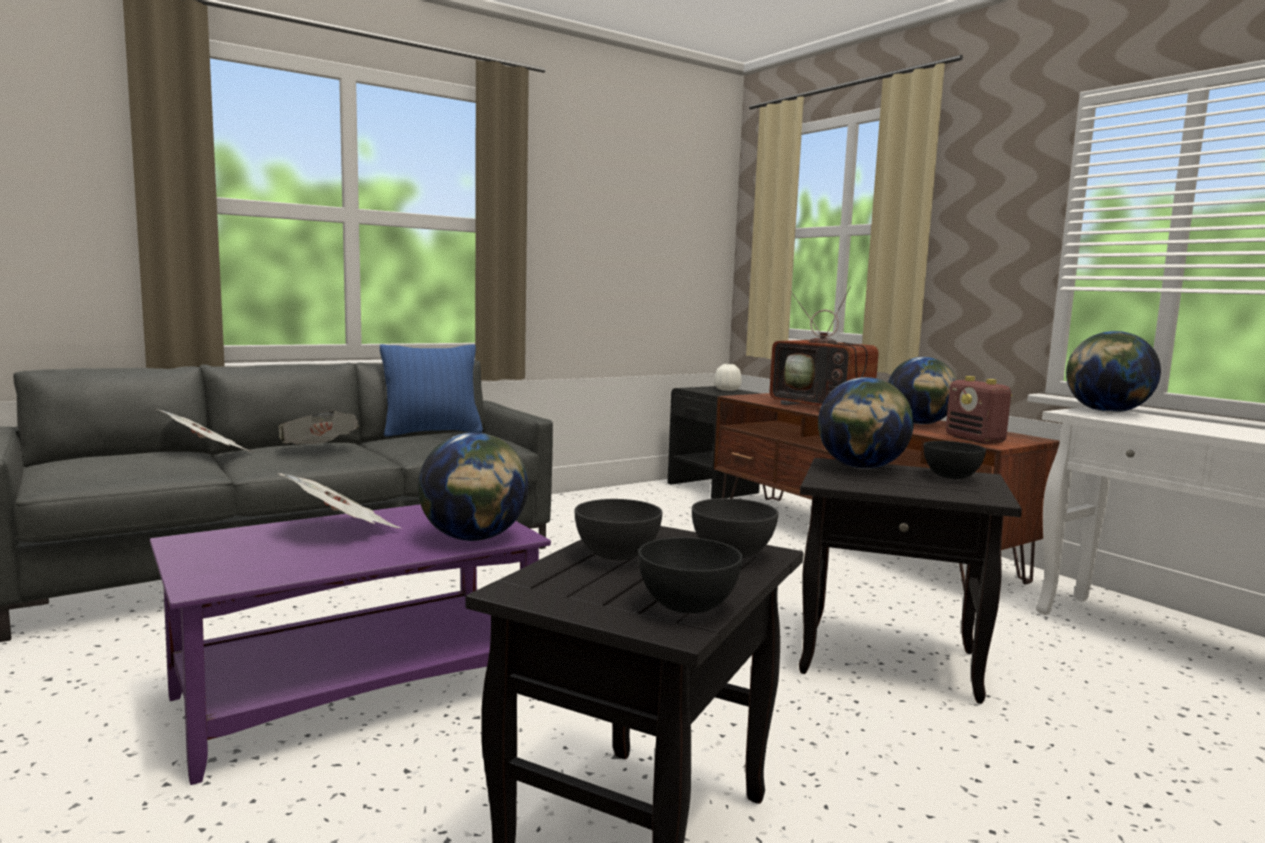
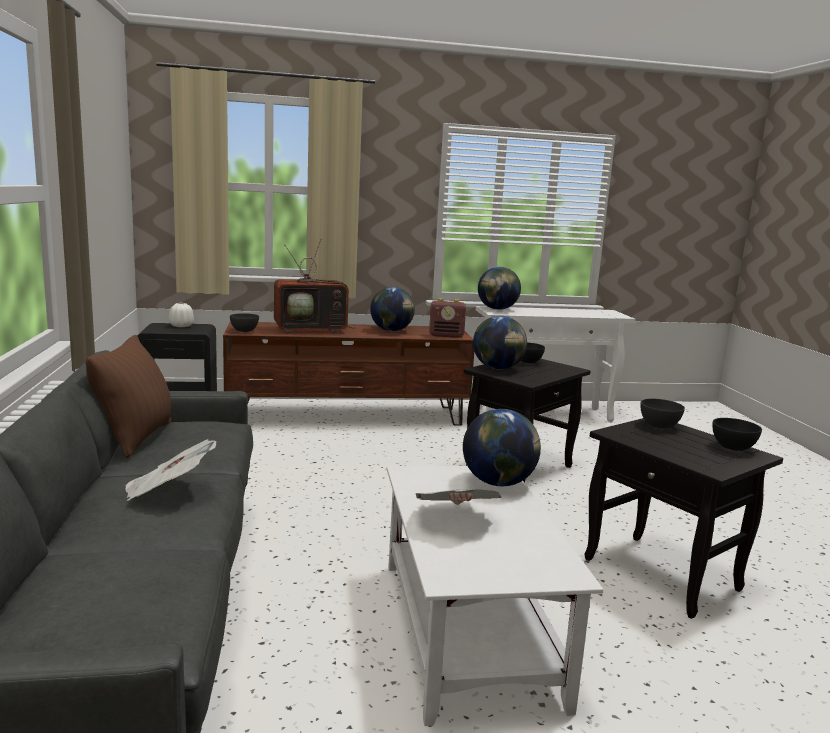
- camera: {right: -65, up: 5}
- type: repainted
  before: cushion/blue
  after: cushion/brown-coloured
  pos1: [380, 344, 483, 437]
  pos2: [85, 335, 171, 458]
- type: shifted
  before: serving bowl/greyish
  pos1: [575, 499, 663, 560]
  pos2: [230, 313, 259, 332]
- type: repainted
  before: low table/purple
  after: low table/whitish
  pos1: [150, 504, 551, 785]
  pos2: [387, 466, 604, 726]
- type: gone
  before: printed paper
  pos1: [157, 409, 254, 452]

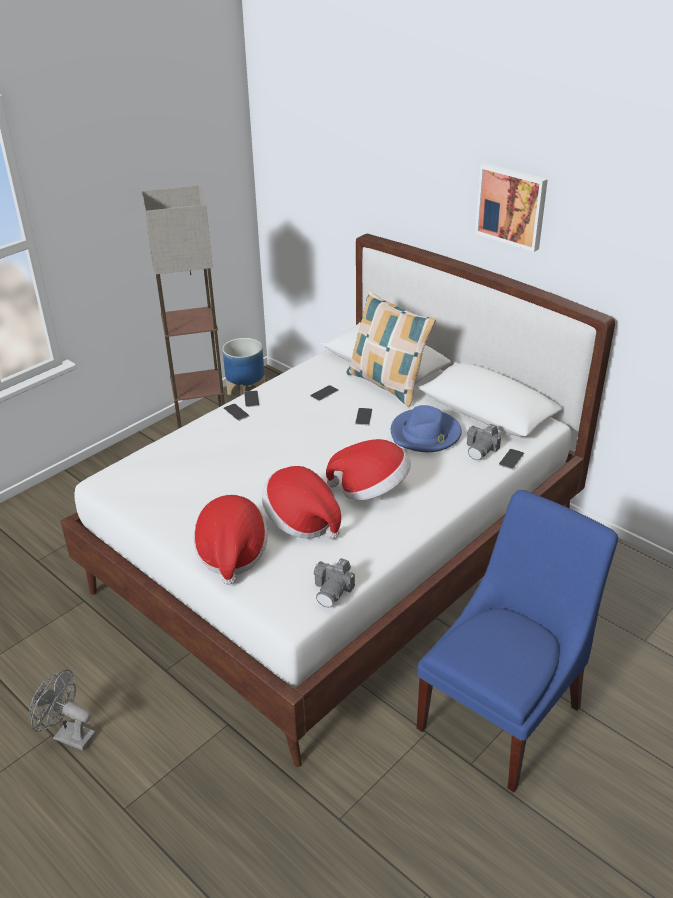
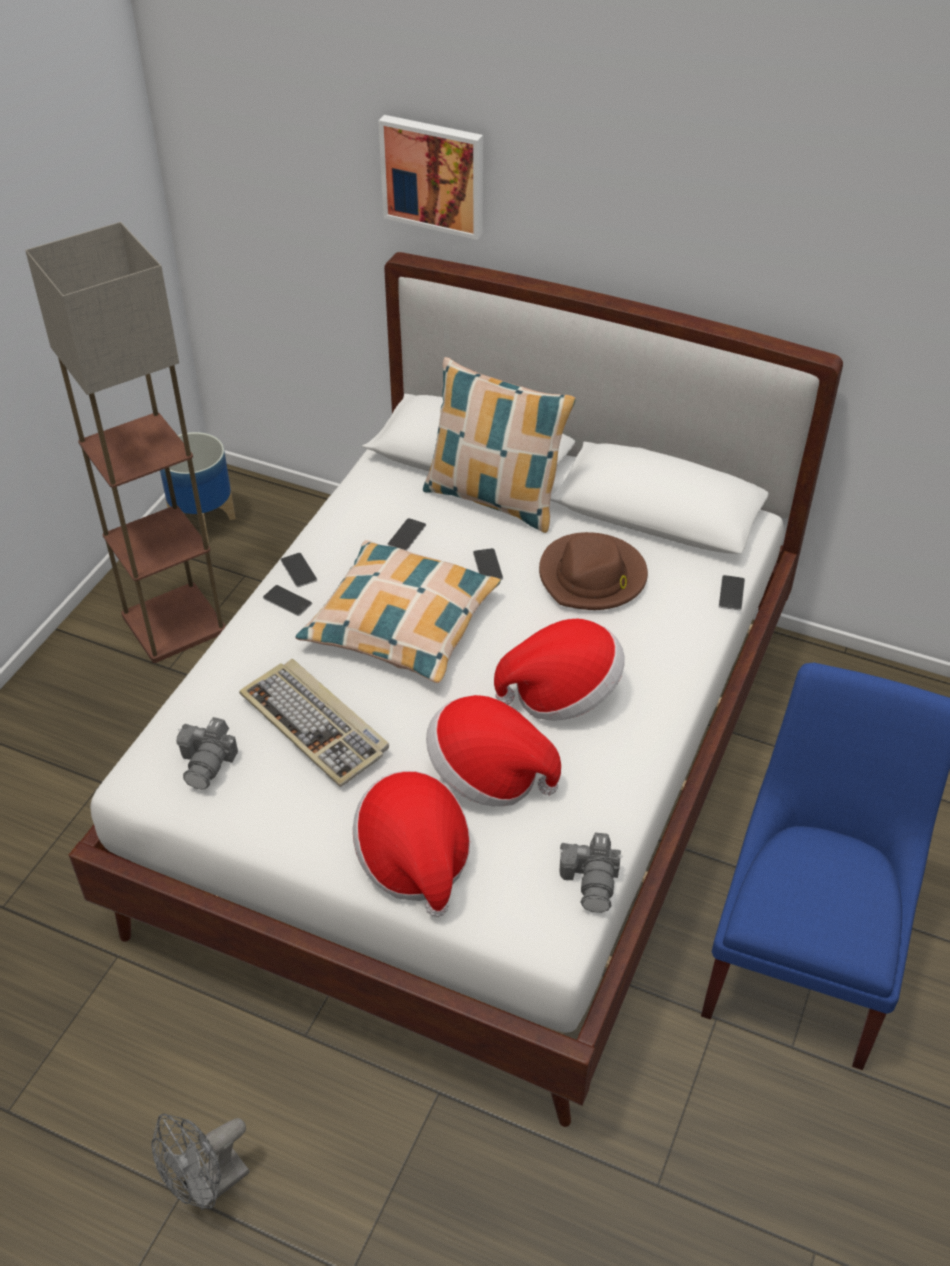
- camera: {right: -20, up: 10}
- type: rotated
  before: electric fan/greyish
  pos1: [29, 669, 96, 751]
  pos2: [151, 1114, 250, 1210]
  turn: -45
- type: shifted
  before: photo camera
  pos1: [467, 424, 501, 460]
  pos2: [177, 717, 238, 790]
- type: new
  after: PC keyboard
  pos2: [239, 659, 389, 787]
- type: new
  after: cushion
  pos2: [295, 540, 501, 683]
- type: shifted
  before: wall picture
  pos1: [475, 163, 548, 252]
  pos2: [378, 115, 483, 240]
- type: repainted
  before: wearable hat/blue
  after: wearable hat/brown-coloured
  pos1: [391, 405, 462, 452]
  pos2: [539, 532, 648, 610]

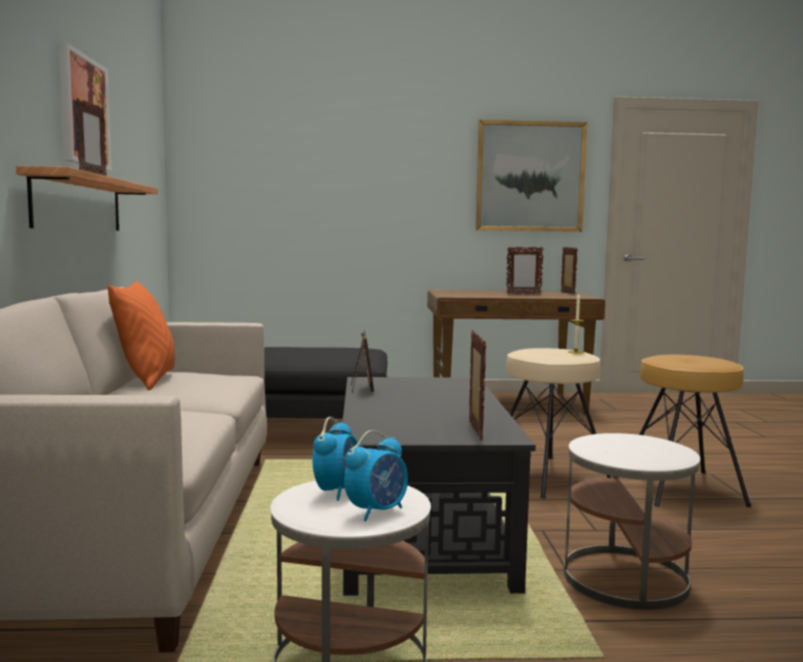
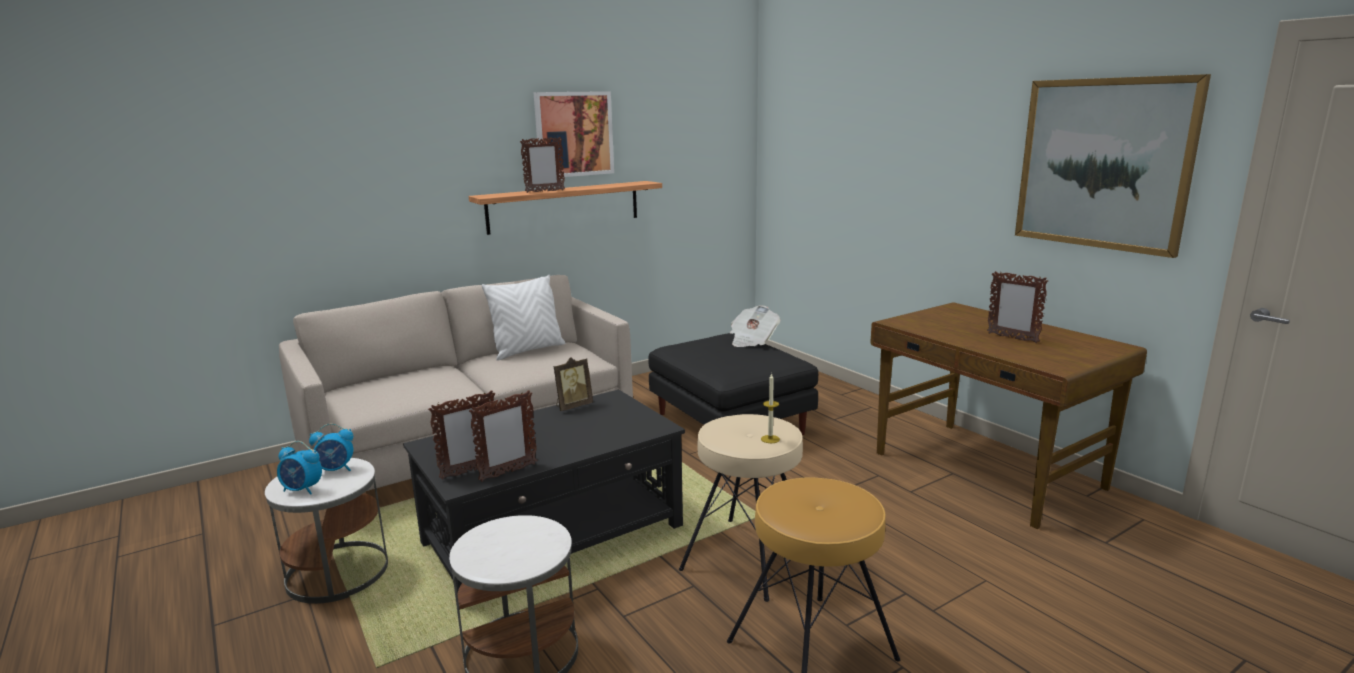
- camera: {right: 60, up: 10}
- type: shifted
  before: picture frame
  pos1: [561, 247, 578, 295]
  pos2: [469, 390, 538, 482]
- type: repainted
  before: cushion/orange-coloured
  after: cushion/whitish
  pos1: [108, 280, 175, 390]
  pos2: [481, 275, 565, 361]
- type: new
  after: printed paper
  pos2: [730, 305, 780, 347]

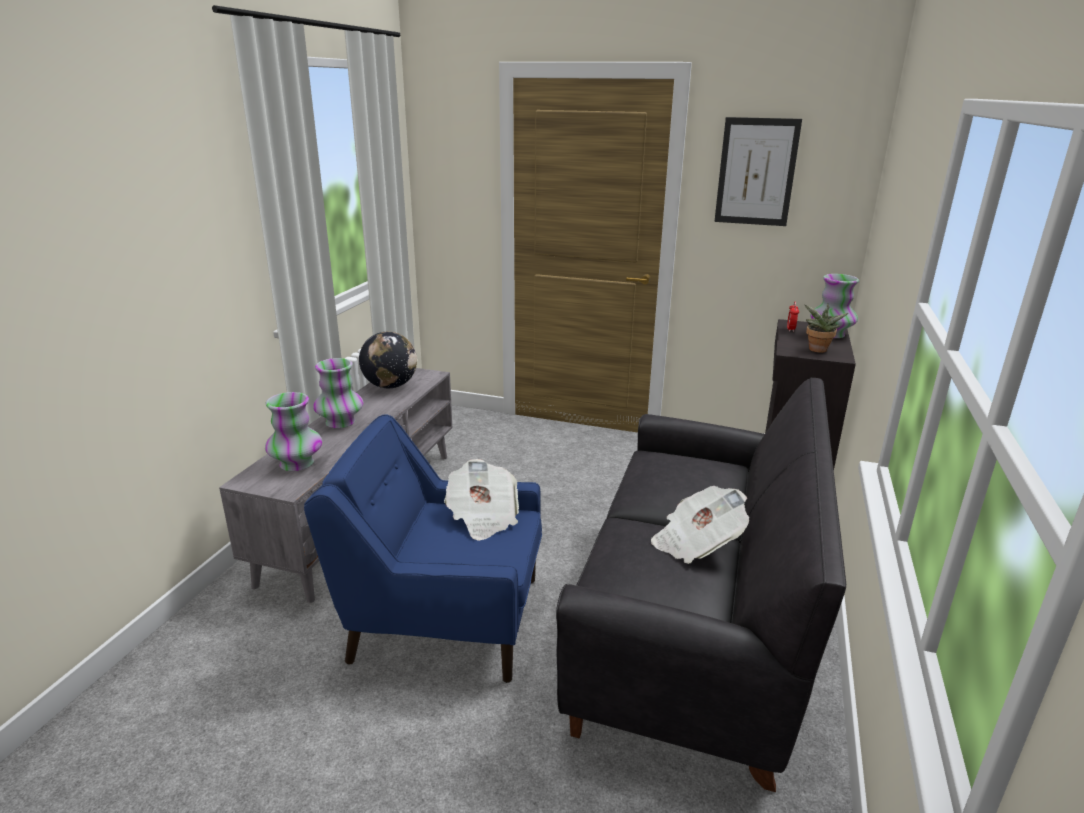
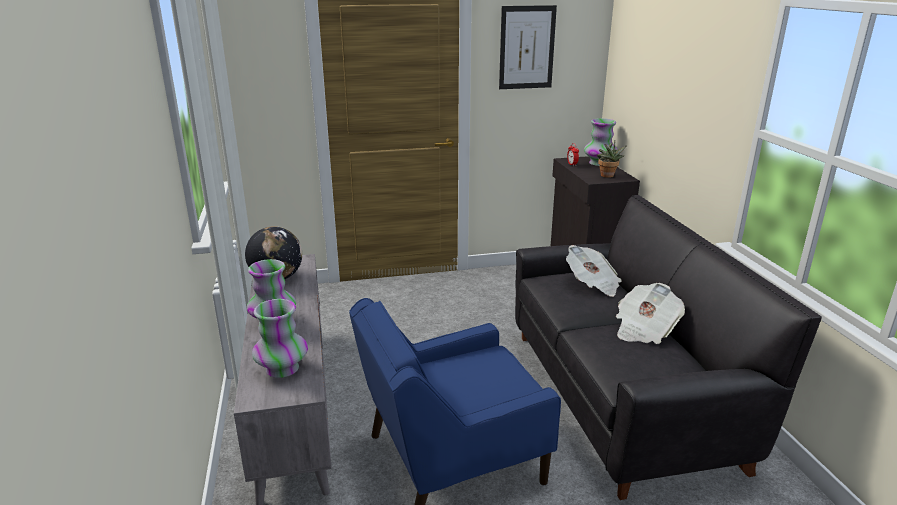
- camera: {right: -30, up: 0}
- type: shifted
  before: printed paper
  pos1: [444, 459, 519, 541]
  pos2: [566, 245, 622, 297]

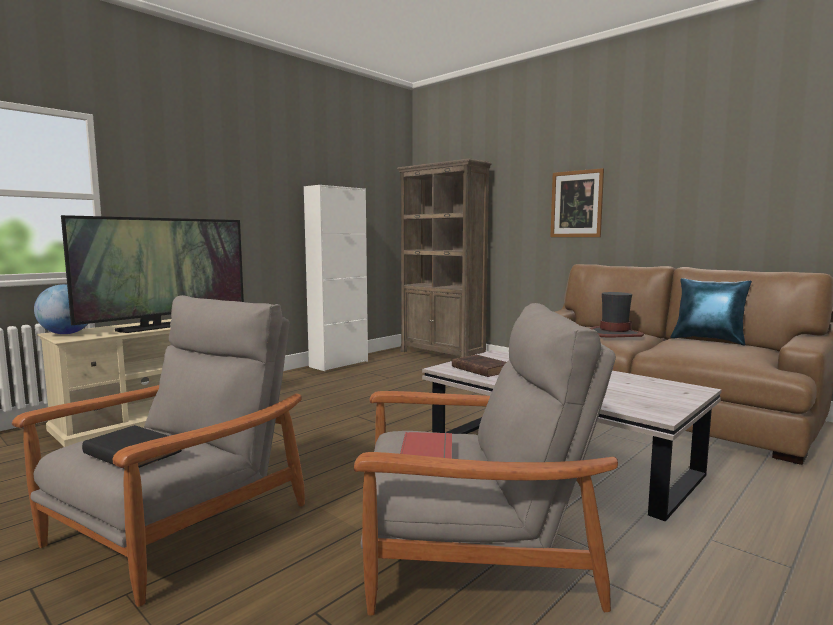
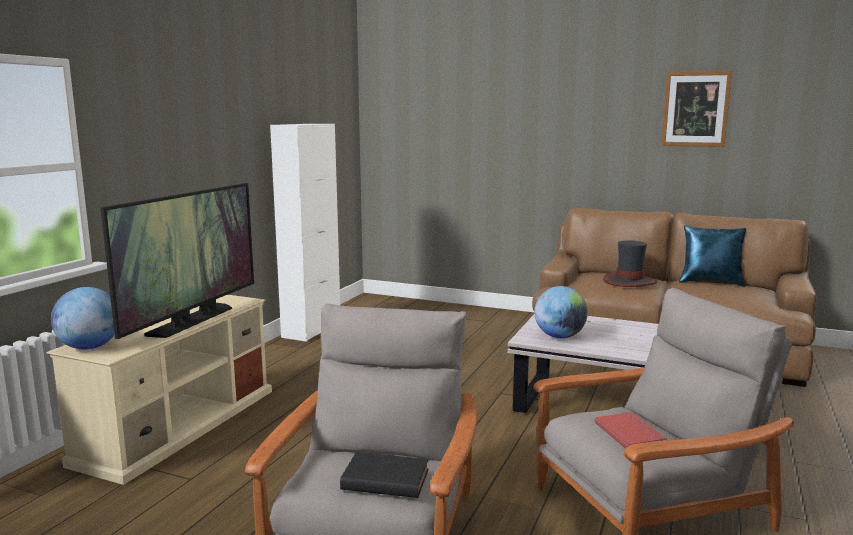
- camera: {right: -20, up: 5}
- type: swapped
  before: bound book/brown-coloured
  after: desk globe
  pos1: [452, 355, 506, 377]
  pos2: [534, 286, 588, 338]
- type: shifted
  before: wall picture
  pos1: [550, 168, 604, 237]
  pos2: [661, 71, 732, 147]
- type: gone
  before: bookcase/brown-coloured
  pos1: [397, 159, 492, 357]

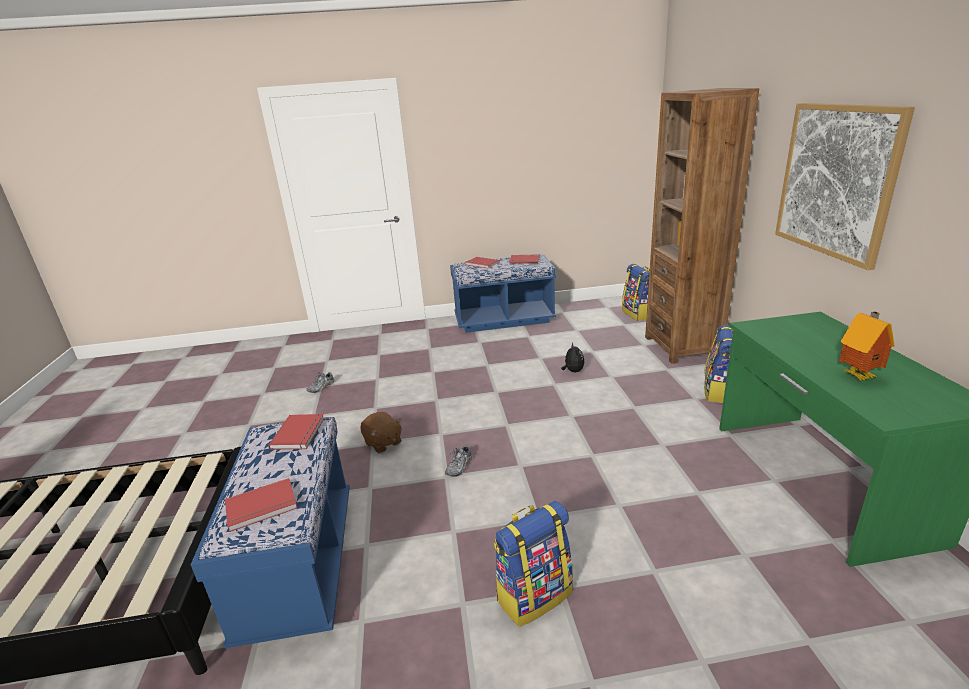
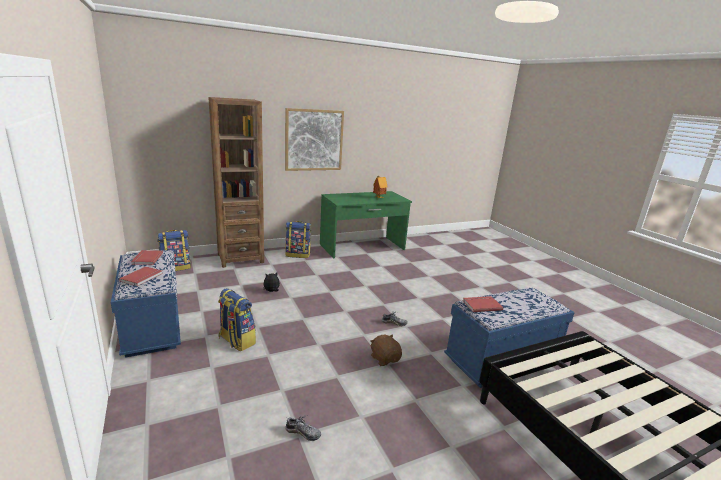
- camera: {right: -110, up: -5}
- type: shifted
  before: backpack
  pos1: [493, 500, 573, 627]
  pos2: [218, 288, 256, 352]
- type: rotated
  before: plush toy/brown-coloured
  pos1: [360, 412, 402, 453]
  pos2: [370, 334, 402, 366]
  turn: -60
- type: gone
  before: bound book/red
  pos1: [225, 478, 297, 532]

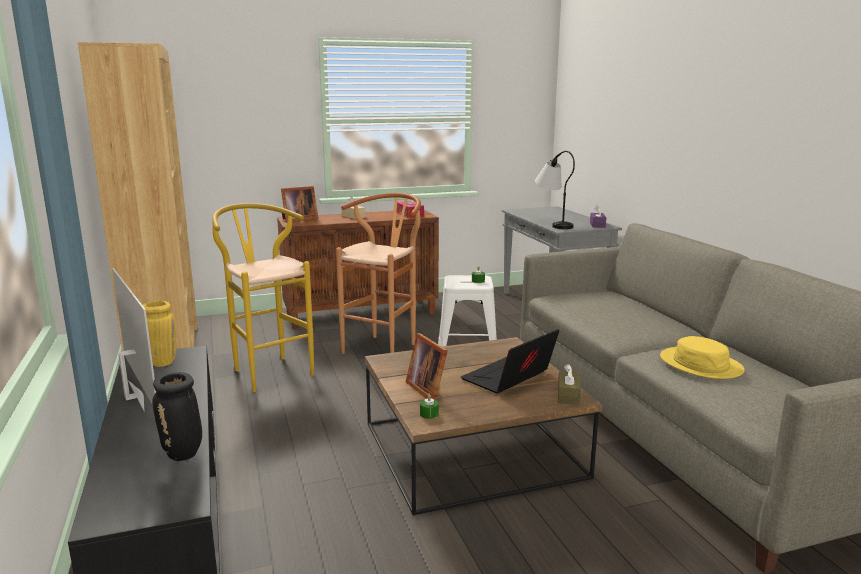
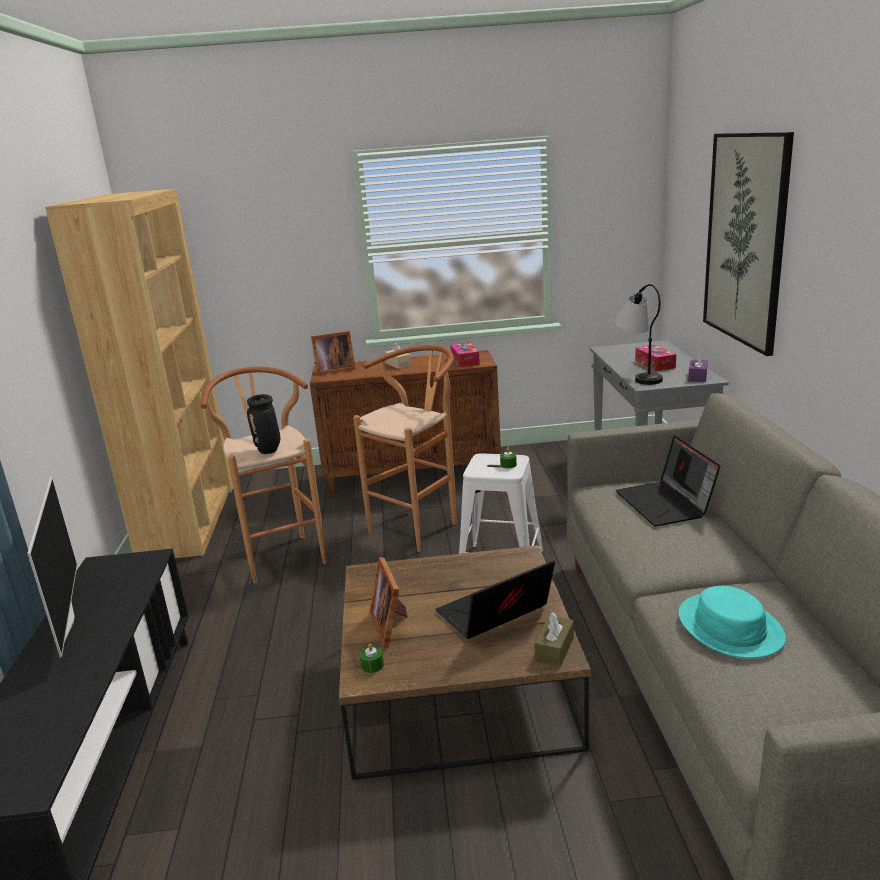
- camera: {right: 15, up: 5}
- type: repainted
  before: stool/yellow-coloured
  after: stool/brown-coloured
  pos1: [212, 203, 314, 392]
  pos2: [200, 366, 327, 583]
- type: shifted
  before: decorative vase/blackish
  pos1: [152, 372, 202, 461]
  pos2: [247, 394, 280, 454]
- type: new
  after: laptop
  pos2: [616, 436, 721, 527]
- type: new
  after: box of tissues
  pos2: [635, 345, 676, 371]
- type: repainted
  before: wearable hat/yellow-coloured
  after: wearable hat/turquoise-coloured
  pos1: [660, 336, 745, 379]
  pos2: [678, 586, 786, 658]
- type: new
  after: wall picture
  pos2: [703, 132, 794, 356]
- type: gone
  before: decorative vase/yellow-coloured
  pos1: [143, 301, 176, 367]

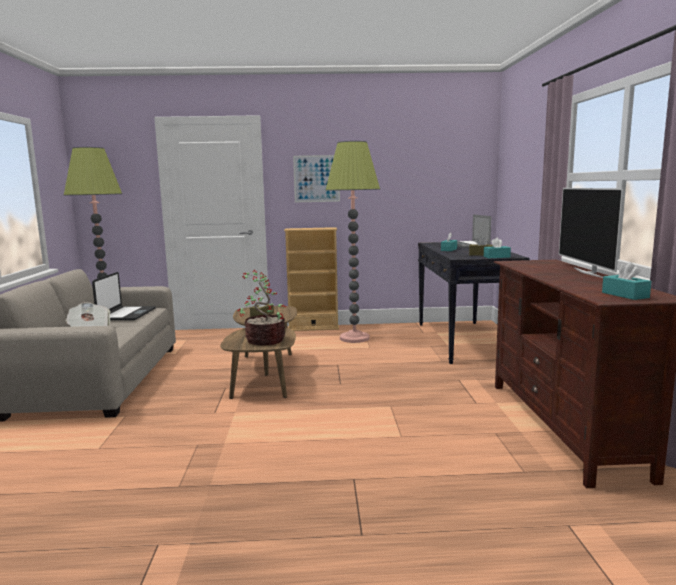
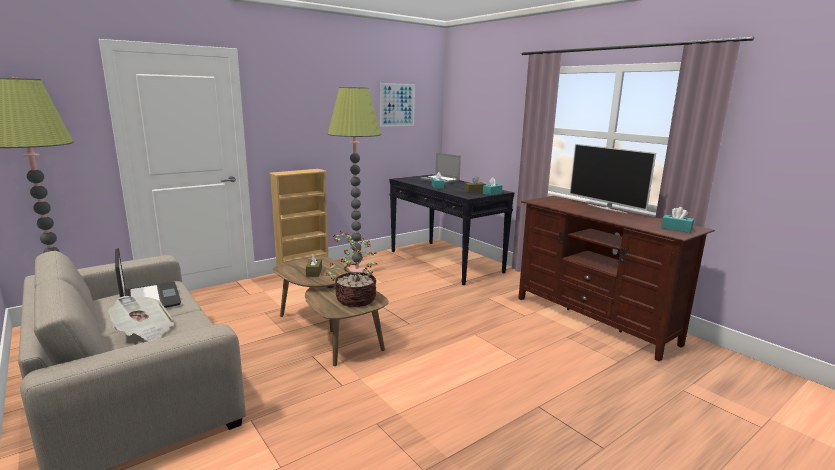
- camera: {right: -35, up: 5}
- type: shifted
  before: wall picture
  pos1: [293, 155, 340, 202]
  pos2: [380, 83, 415, 127]

